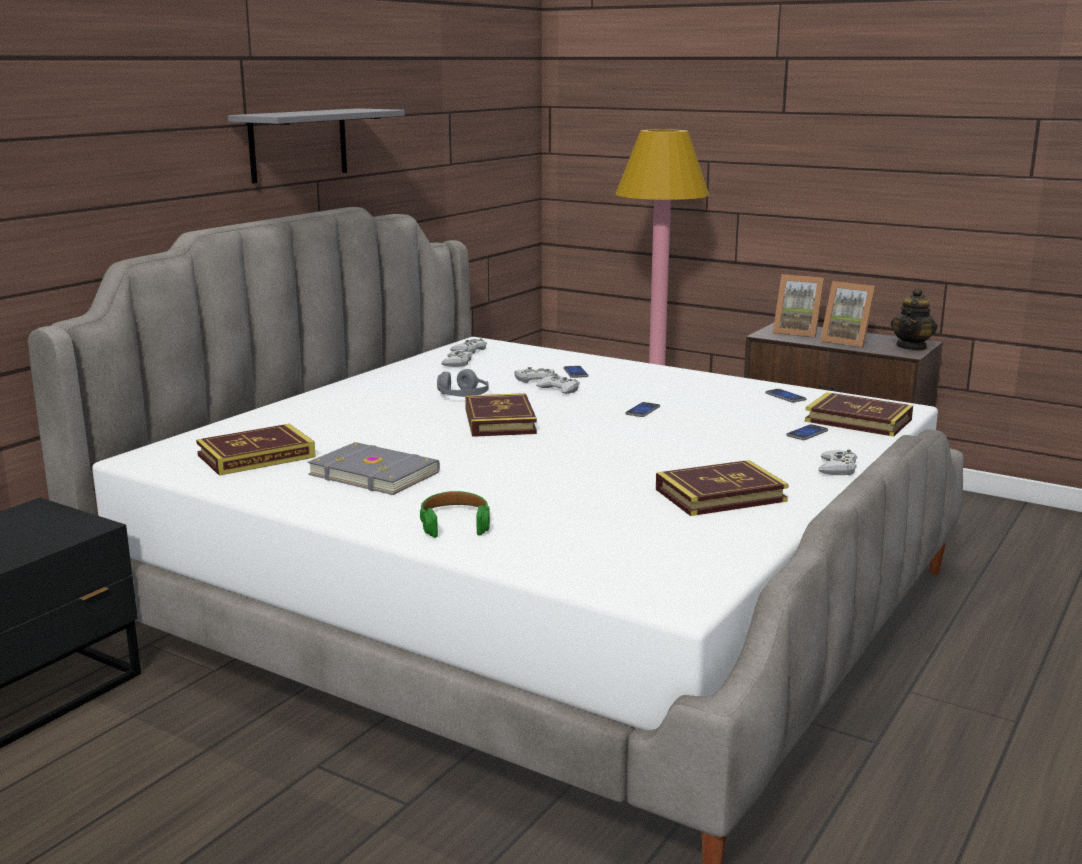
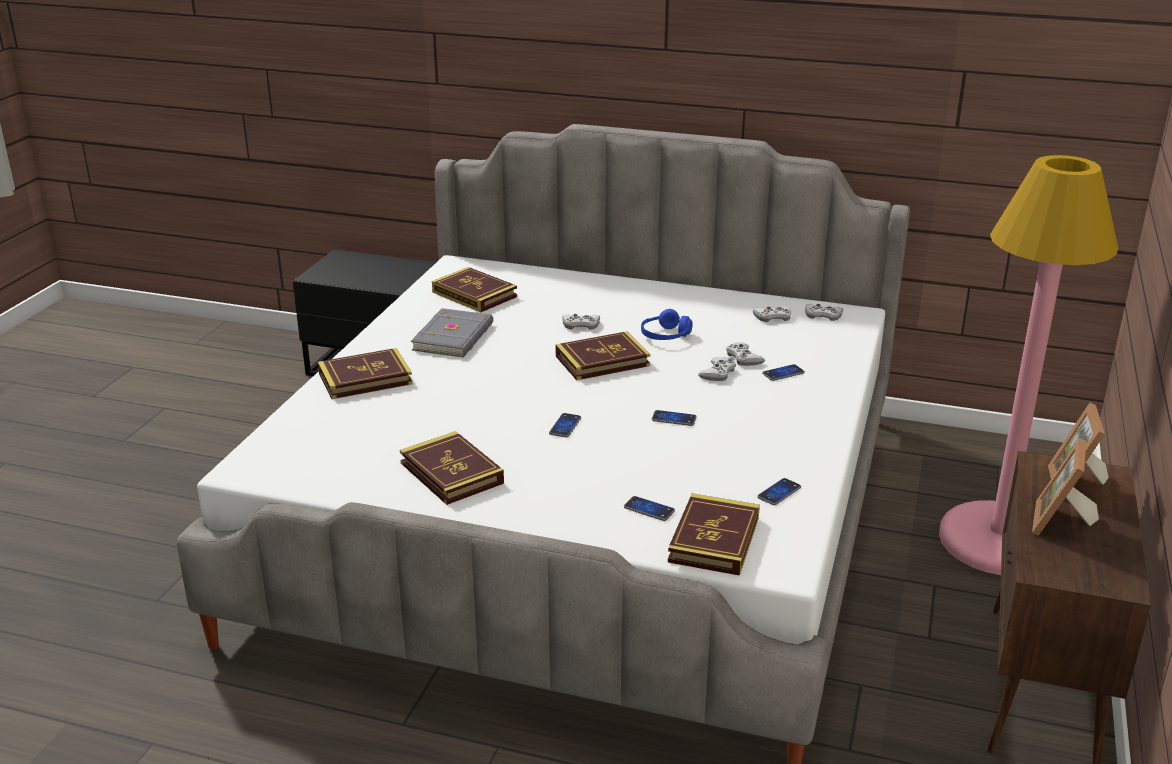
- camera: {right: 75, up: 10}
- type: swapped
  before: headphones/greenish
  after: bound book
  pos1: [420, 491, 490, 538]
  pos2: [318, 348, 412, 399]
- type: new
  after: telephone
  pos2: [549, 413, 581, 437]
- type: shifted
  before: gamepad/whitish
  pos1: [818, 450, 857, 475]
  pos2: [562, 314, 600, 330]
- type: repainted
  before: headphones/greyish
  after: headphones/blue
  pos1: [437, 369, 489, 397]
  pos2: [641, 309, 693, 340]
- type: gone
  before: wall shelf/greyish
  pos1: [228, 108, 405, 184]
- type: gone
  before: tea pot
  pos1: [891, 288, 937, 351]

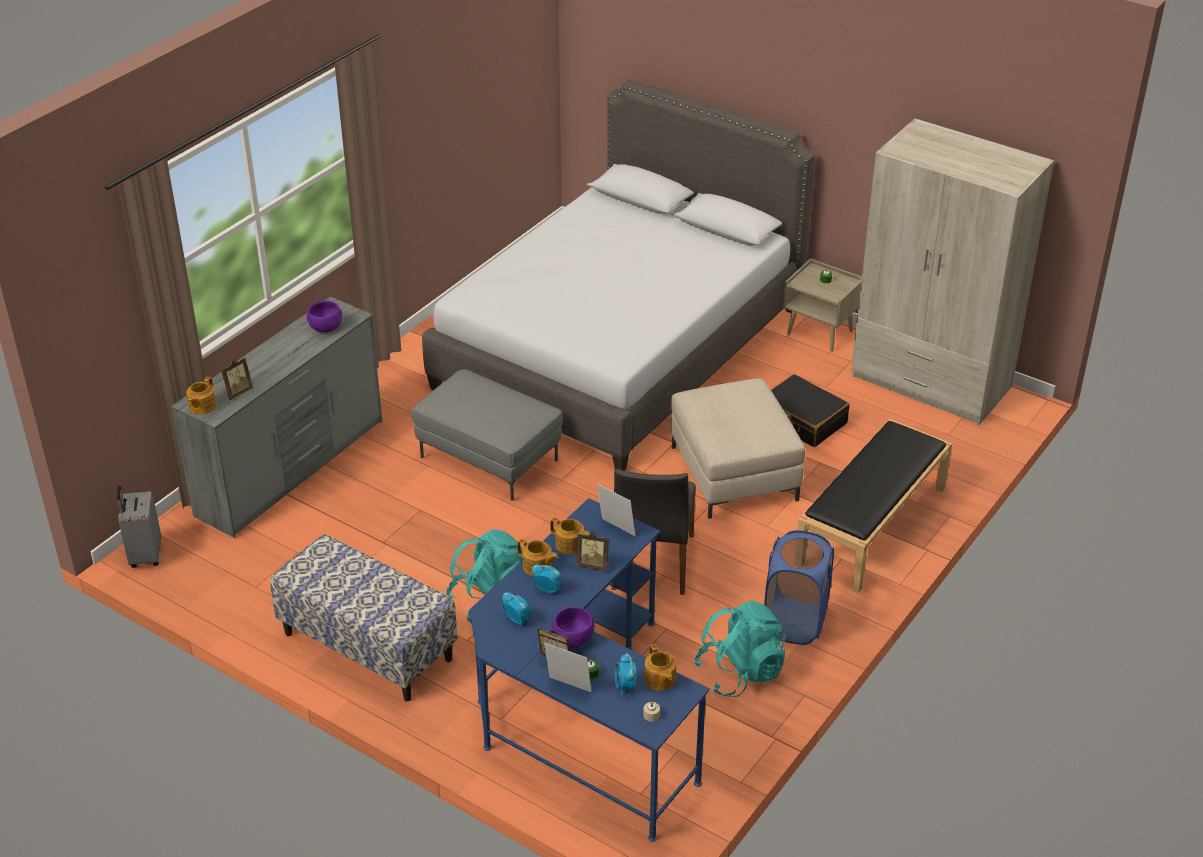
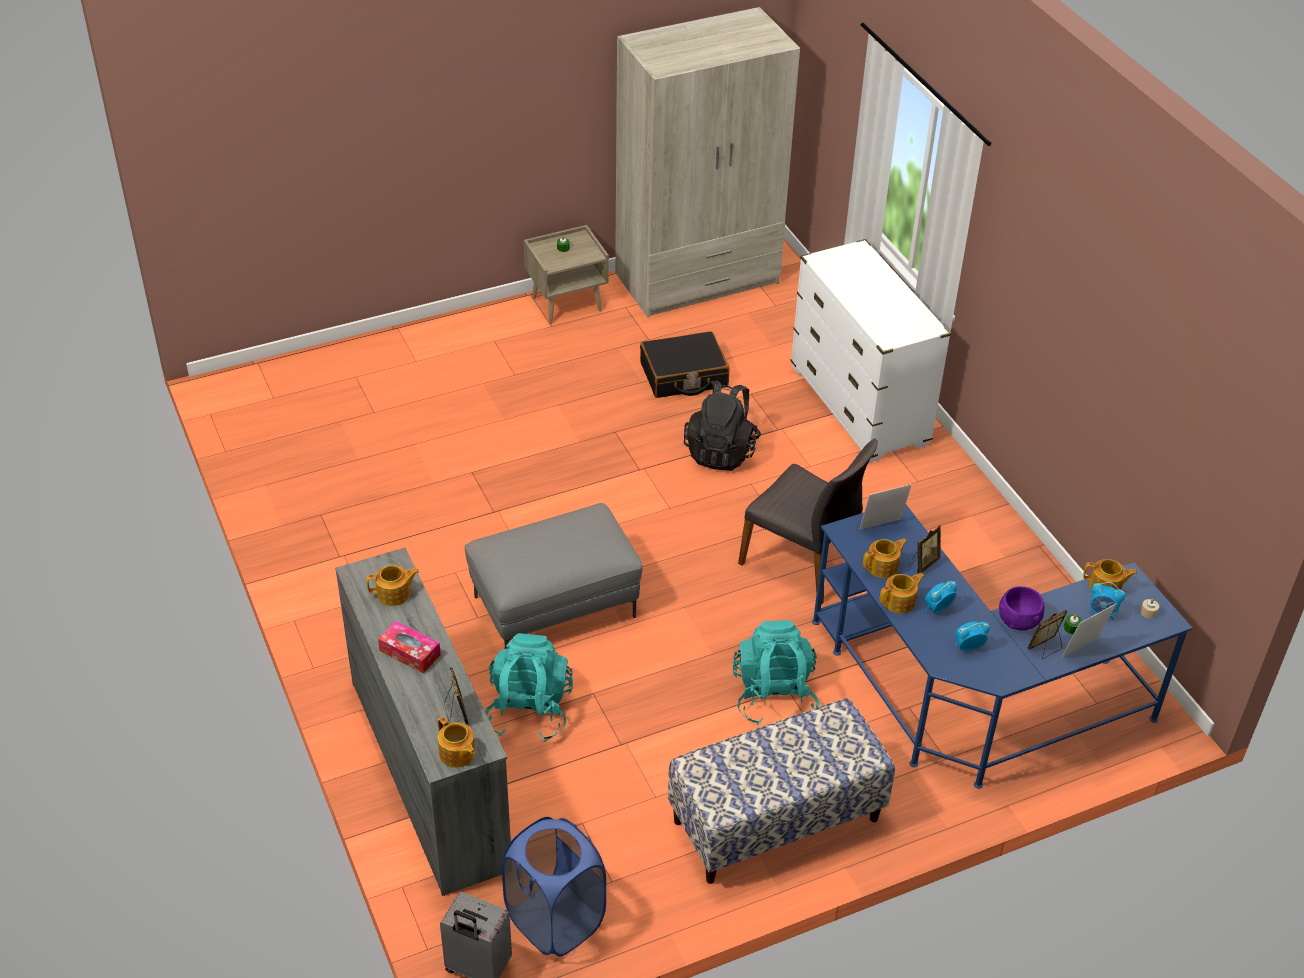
- camera: {right: -60, up: 5}
- type: swapped
  before: serving bowl/purple
  after: tea pot
  pos1: [307, 301, 342, 333]
  pos2: [366, 565, 419, 606]
- type: new
  after: box of tissues
  pos2: [378, 621, 441, 673]
- type: shifted
  before: backpack/turquoise-coloured
  pos1: [694, 600, 786, 697]
  pos2: [485, 633, 573, 742]
- type: shifted
  before: washing basket/blue
  pos1: [764, 530, 834, 645]
  pos2: [502, 817, 606, 957]
- type: swapped
  before: footrest/beige
  after: backpack/blackish
  pos1: [671, 378, 805, 519]
  pos2: [684, 380, 761, 471]
- type: swapped
  before: indoor bench/blackish
  after: dresser/whitish
  pos1: [797, 419, 952, 593]
  pos2: [790, 239, 951, 463]
- type: gone
  before: sleeping bed/greyish
  pos1: [422, 79, 815, 471]

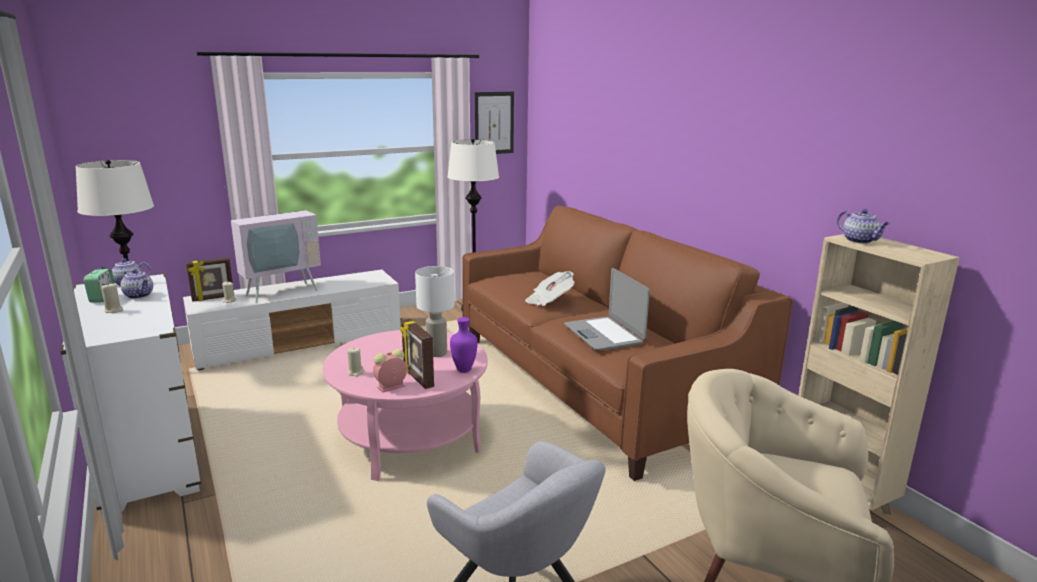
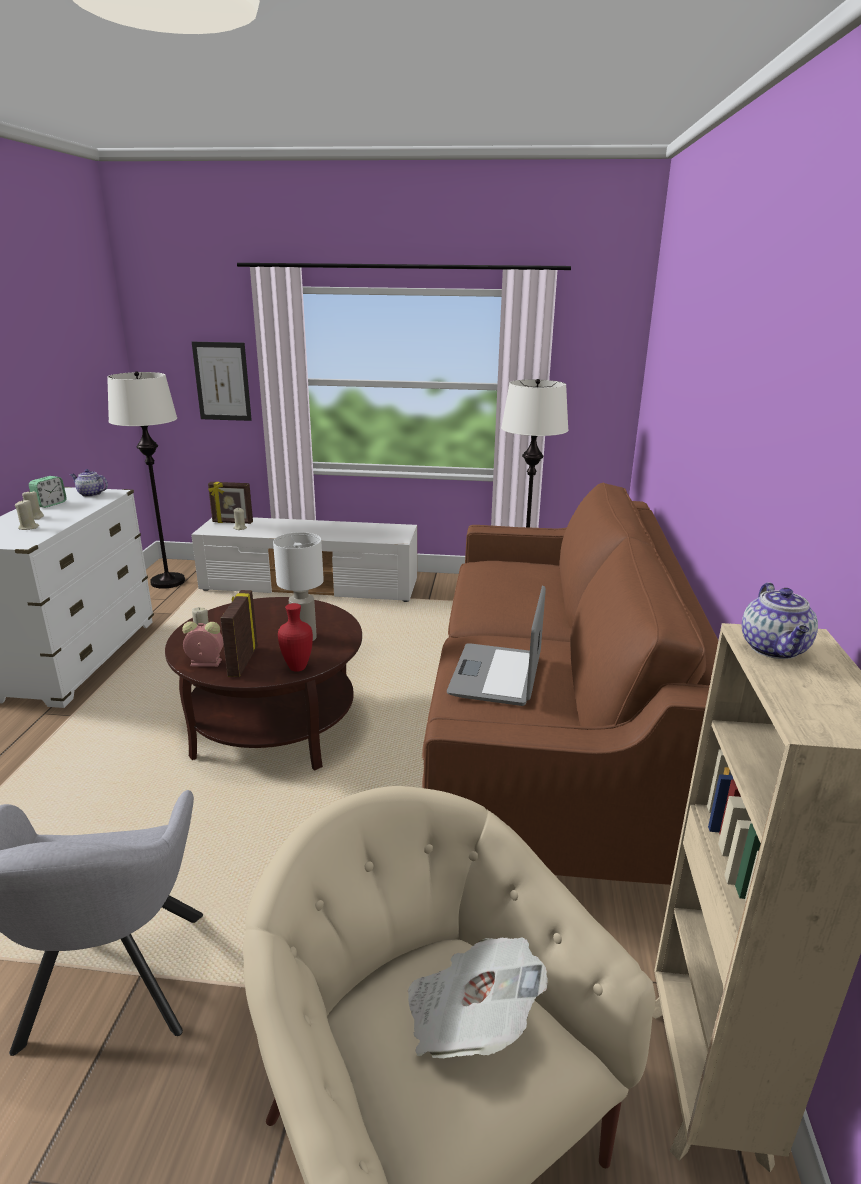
- camera: {right: 35, up: 5}
- type: new
  after: wax candle/beige
  pos2: [15, 499, 39, 530]
- type: repainted
  before: low table/pinkish
  after: low table/brown-coloured
  pos1: [322, 330, 488, 481]
  pos2: [165, 597, 362, 770]
- type: shifted
  before: wall picture
  pos1: [475, 92, 514, 154]
  pos2: [192, 342, 252, 421]
- type: repainted
  before: decorative vase/purple
  after: decorative vase/red
  pos1: [450, 317, 478, 373]
  pos2: [278, 603, 313, 672]
- type: shifted
  before: printed paper
  pos1: [525, 271, 574, 306]
  pos2: [408, 938, 548, 1058]
- type: gone
  before: tea pot
  pos1: [121, 269, 153, 299]
- type: gone
  before: TV set
  pos1: [224, 185, 321, 303]

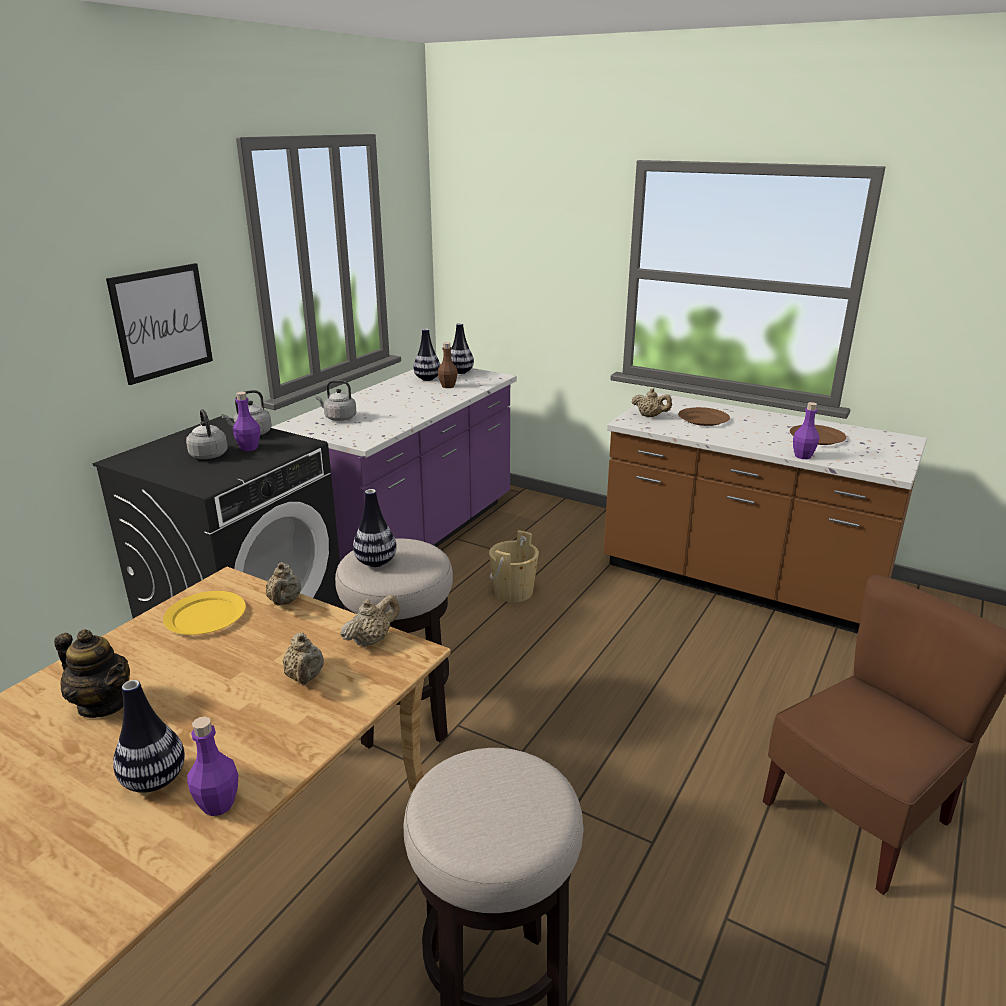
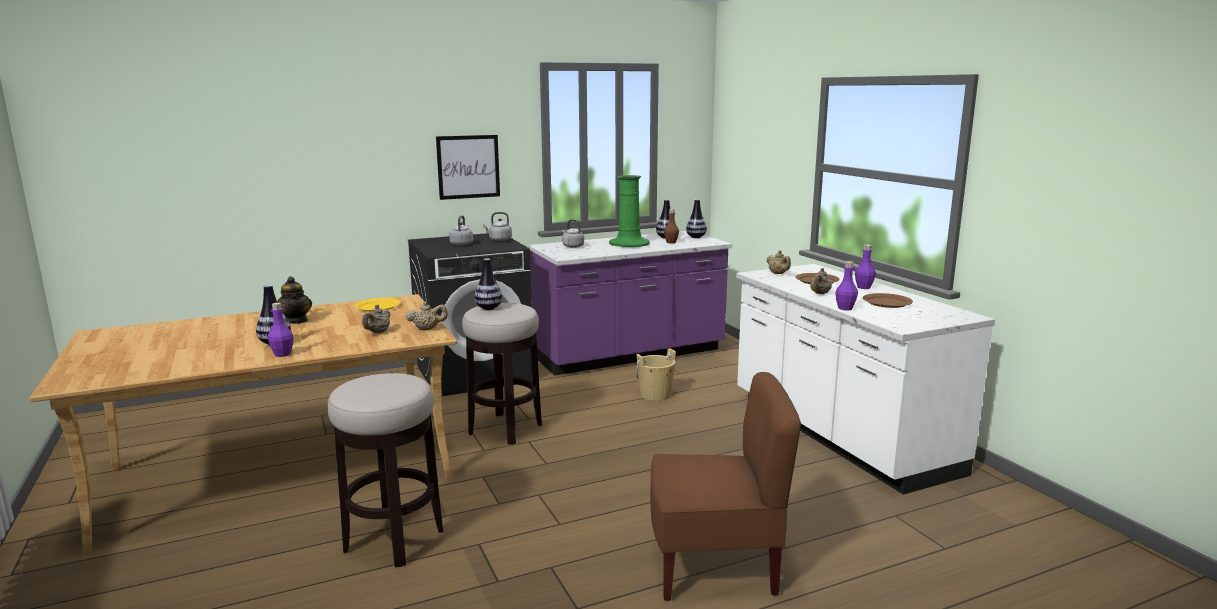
- camera: {right: 35, up: -10}
- type: new
  after: decorative vase/greenish
  pos2: [609, 175, 650, 247]
- type: repainted
  before: kitchen base unit/brown-coloured
  after: kitchen base unit/whitish
  pos1: [604, 393, 927, 634]
  pos2: [736, 264, 995, 495]
- type: shifted
  before: tea pot/beige
  pos1: [266, 562, 301, 606]
  pos2: [810, 268, 832, 294]
- type: shifted
  before: bottle/purple
  pos1: [233, 392, 260, 451]
  pos2: [855, 245, 876, 289]

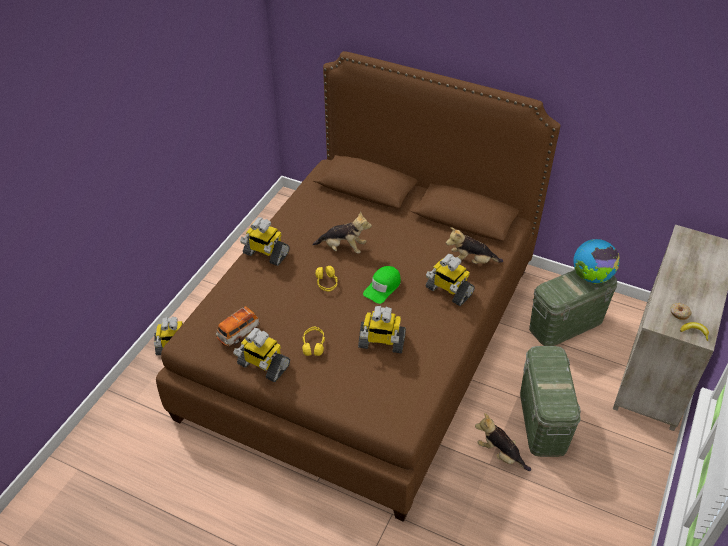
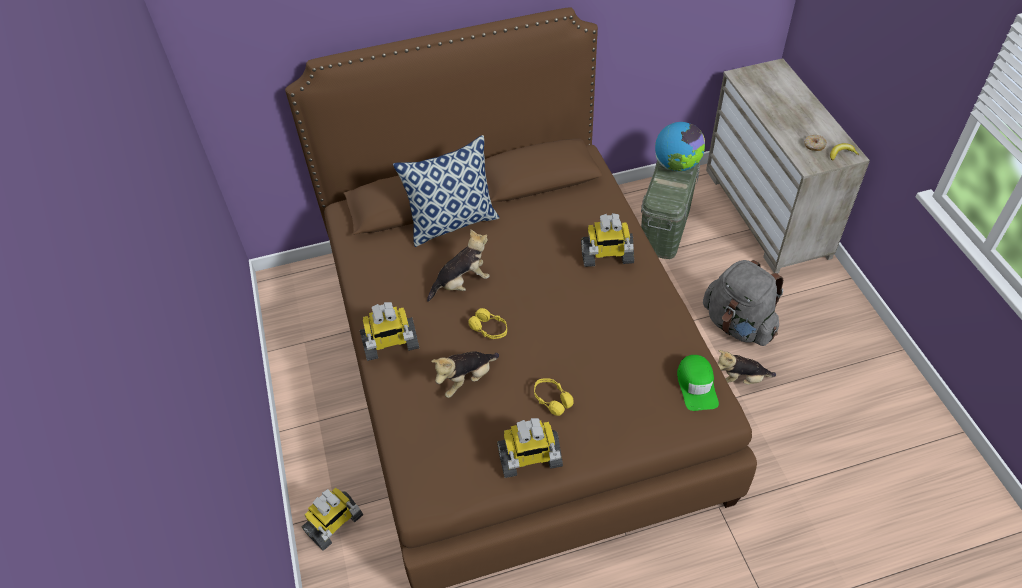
- camera: {right: -40, up: 5}
- type: new
  after: cushion
  pos2: [393, 135, 500, 247]
- type: shifted
  before: plush toy
  pos1: [446, 227, 503, 264]
  pos2: [431, 351, 499, 398]
- type: shifted
  before: baseball cap/greenish
  pos1: [363, 266, 401, 304]
  pos2: [677, 355, 719, 411]
- type: swapped
  before: storage box/greenish
  after: backpack/greyish
  pos1: [520, 346, 581, 457]
  pos2: [703, 260, 783, 346]
- type: gone
  before: model car
  pos1: [216, 306, 260, 346]
- type: gone
  before: toy robot
  pos1: [358, 306, 406, 353]

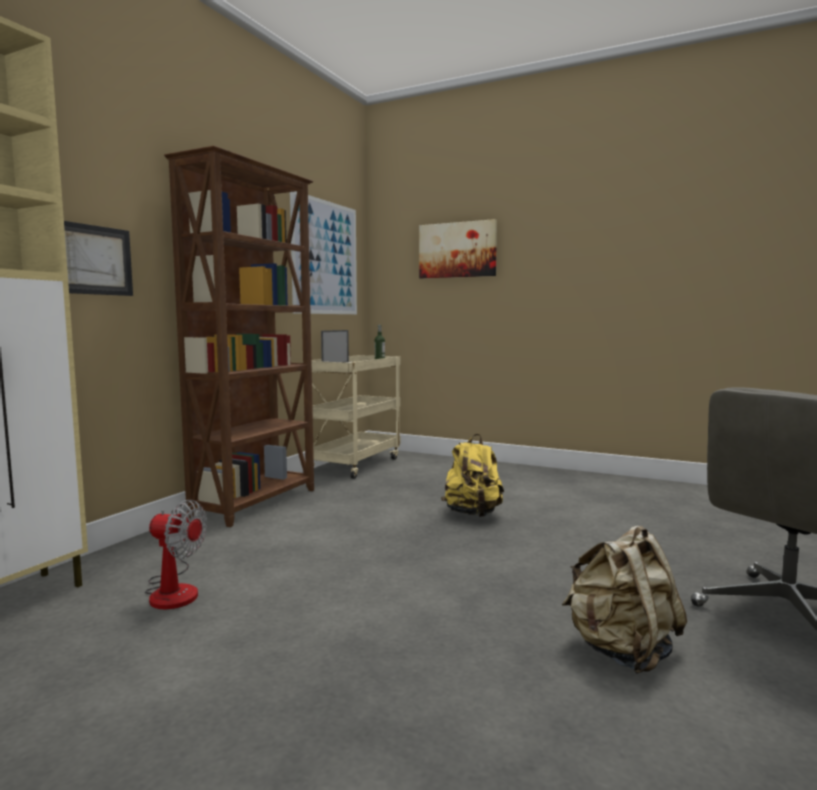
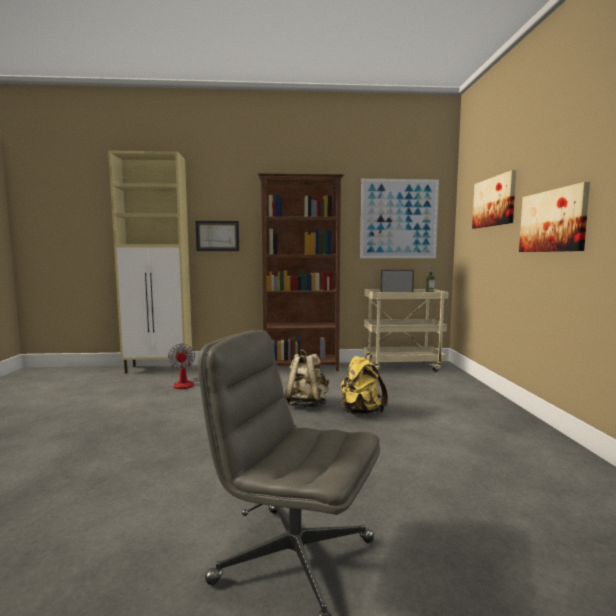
- camera: {right: 60, up: 0}
- type: shifted
  before: backpack/beige
  pos1: [562, 526, 687, 674]
  pos2: [285, 349, 329, 407]
- type: new
  after: wall picture
  pos2: [519, 182, 590, 252]

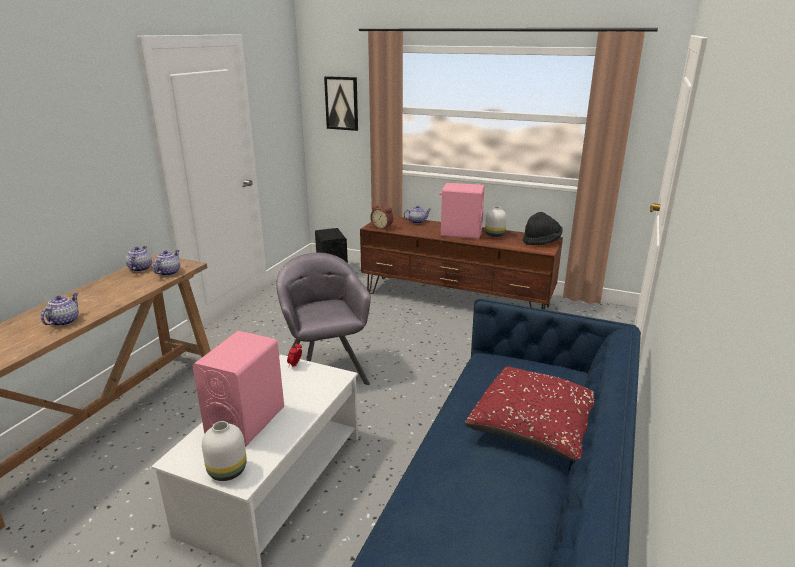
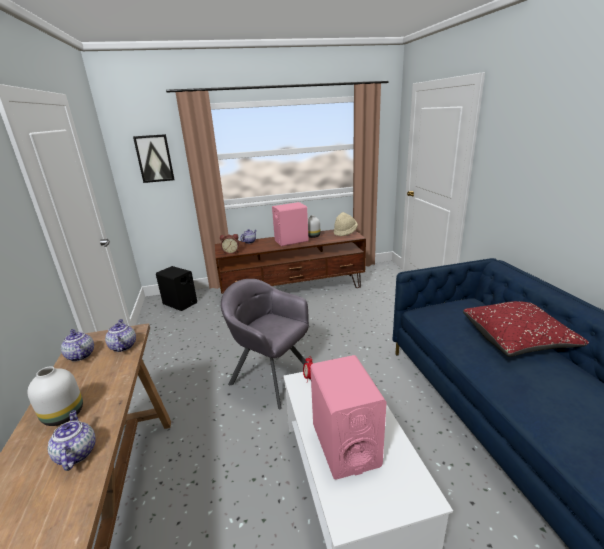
- camera: {right: -35, up: 0}
- type: shifted
  before: decorative vase/whitish
  pos1: [202, 421, 247, 481]
  pos2: [27, 366, 83, 426]
- type: repainted
  before: wearable hat/blackish
  after: wearable hat/beige
  pos1: [523, 212, 563, 245]
  pos2: [334, 212, 358, 237]

